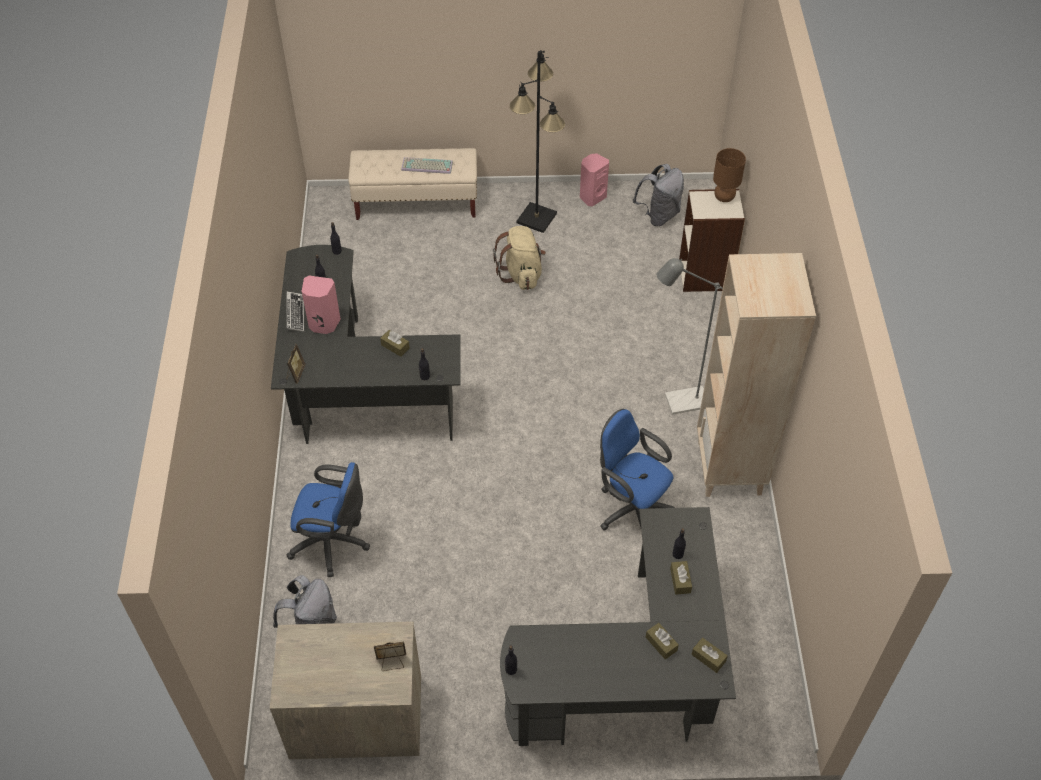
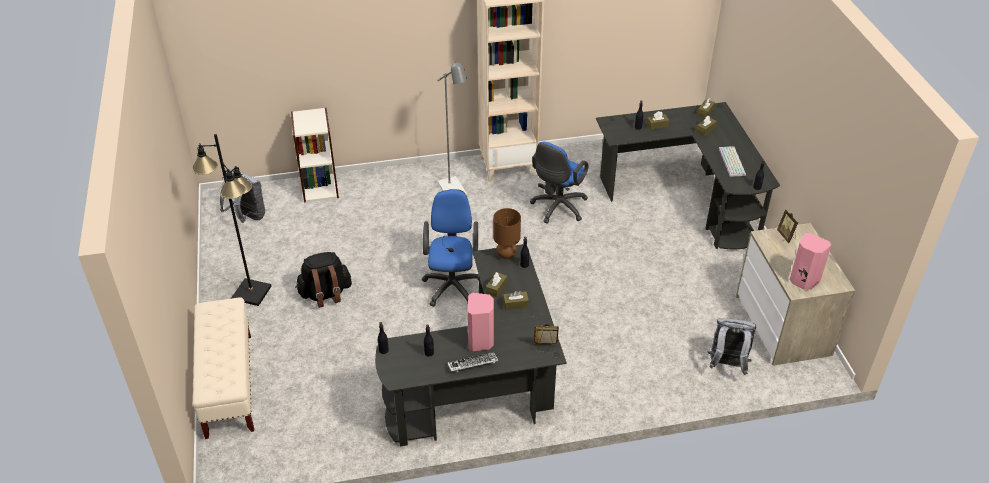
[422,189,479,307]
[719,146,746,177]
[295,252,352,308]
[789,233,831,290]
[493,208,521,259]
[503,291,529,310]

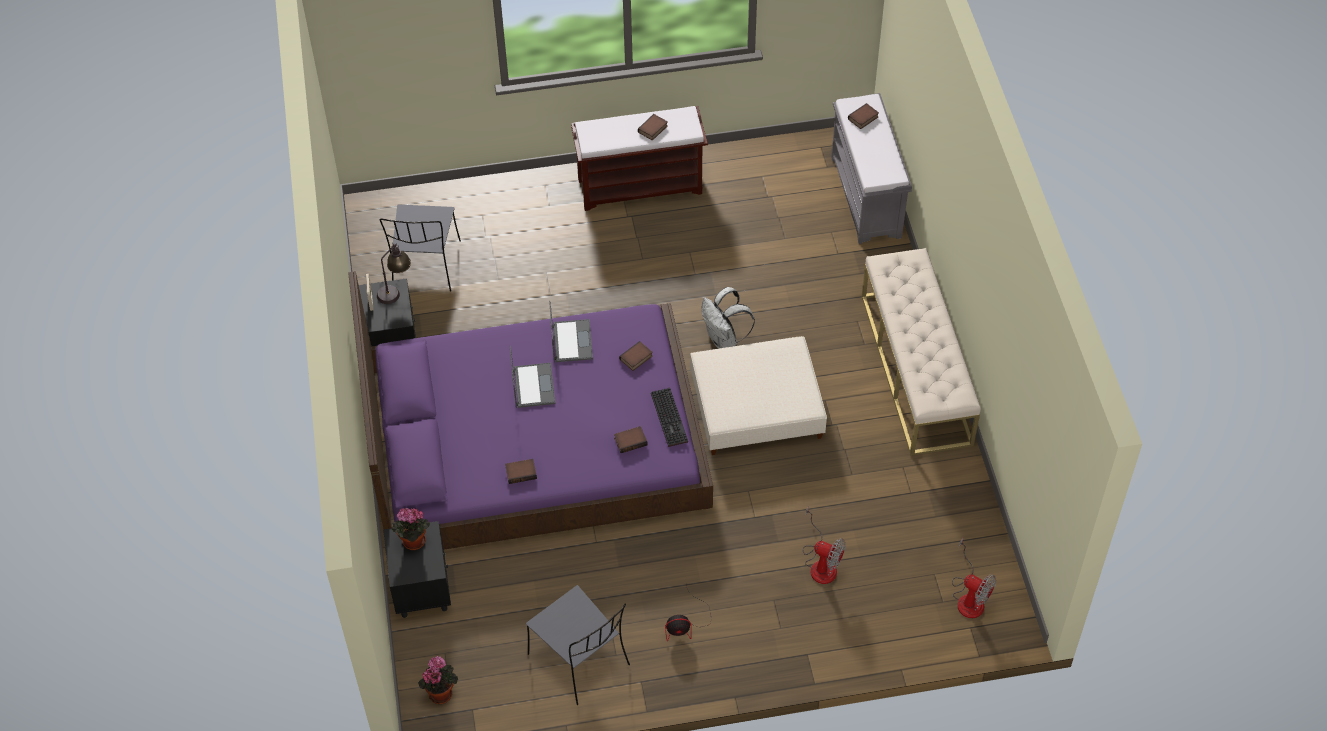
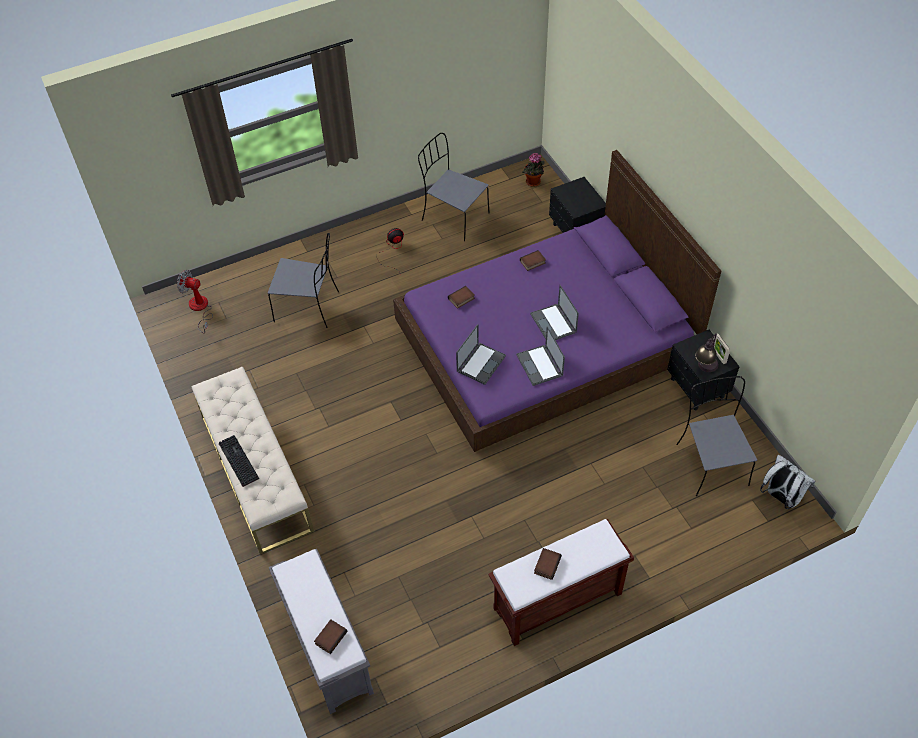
[392,508,430,550] (first image)
[456,324,506,385]
[219,435,259,487]
[690,336,827,455] (first image)
[761,454,815,509]
[268,233,339,328]

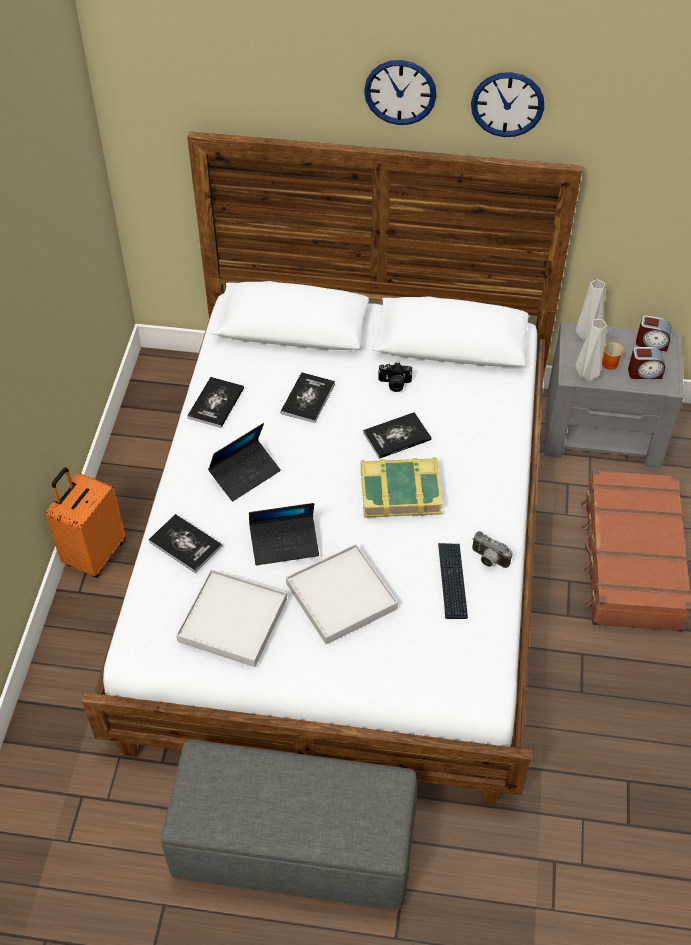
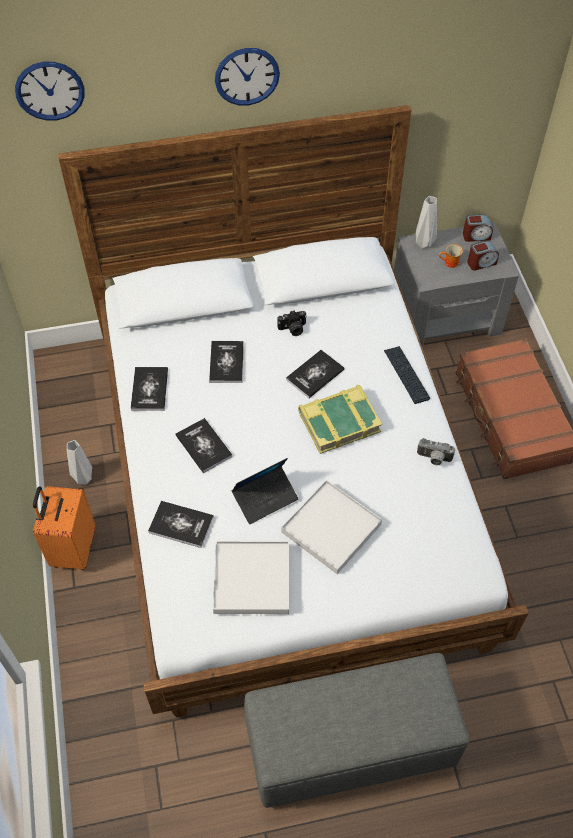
[175,418,232,473]
[384,346,431,404]
[15,62,85,120]
[67,440,92,485]

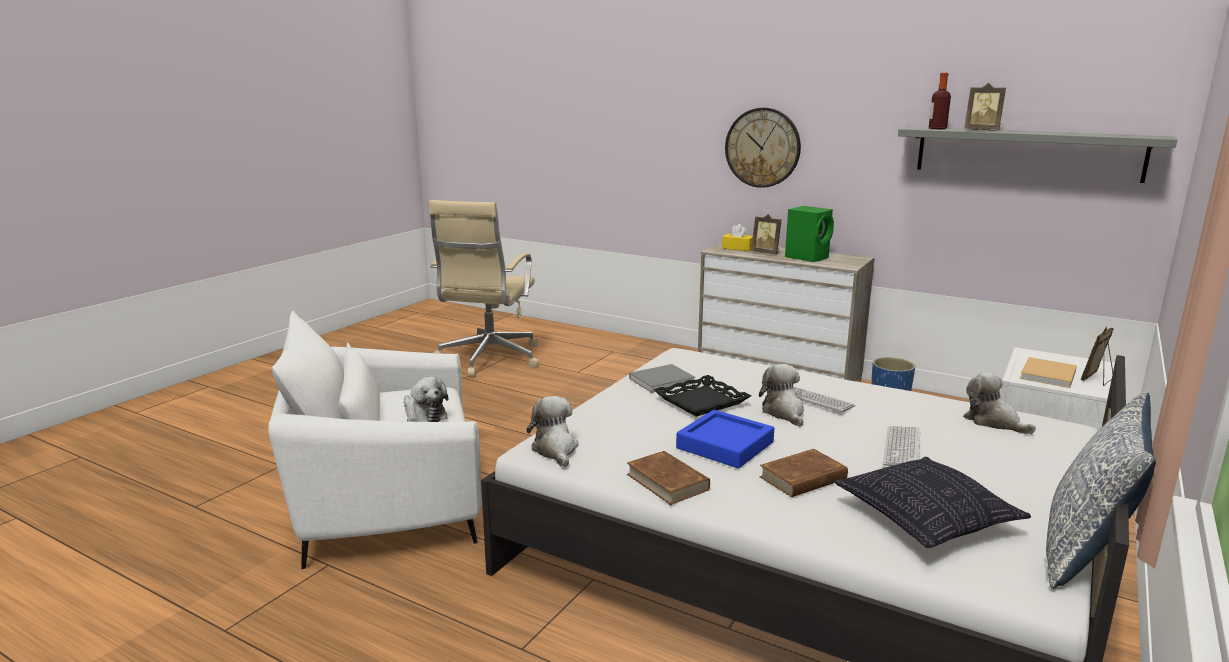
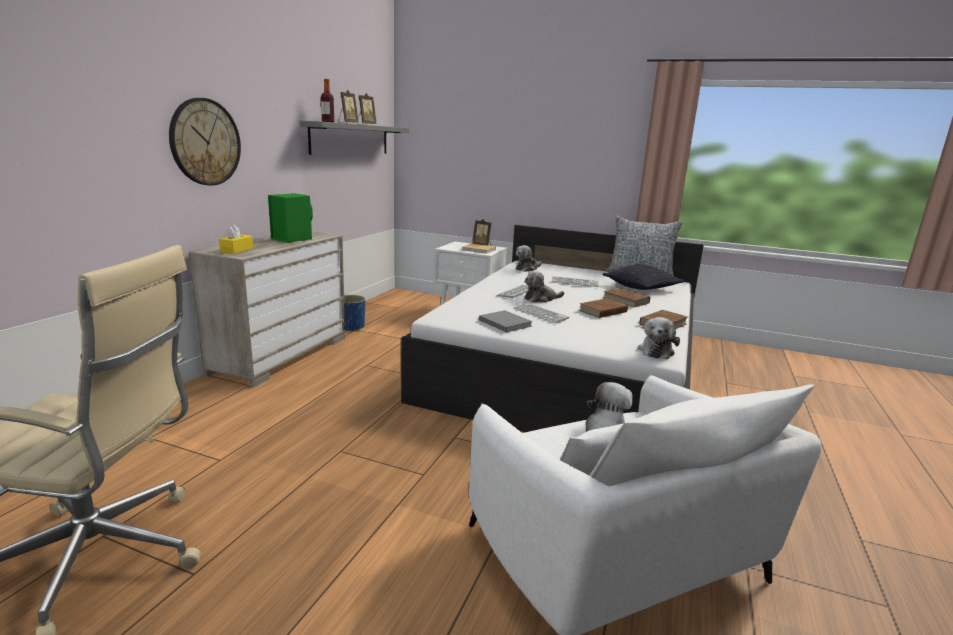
[637,317,680,360]
[513,303,569,323]
[579,298,628,318]
[358,93,377,125]

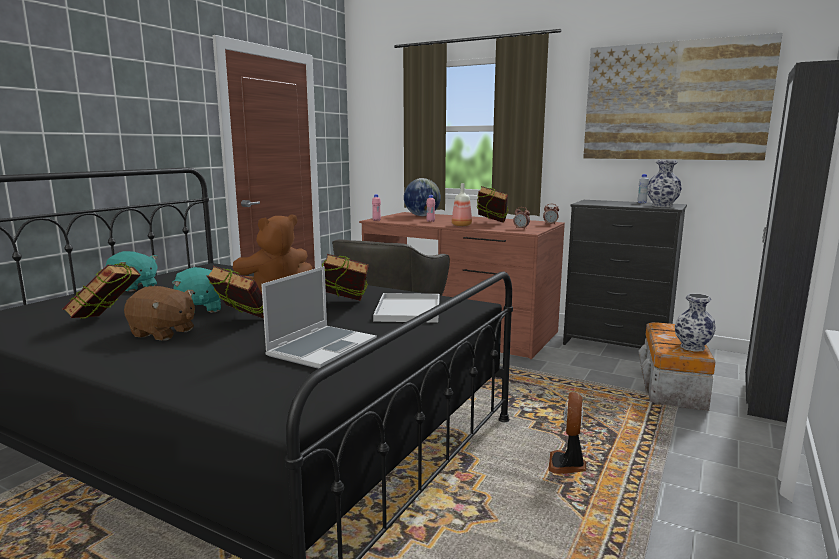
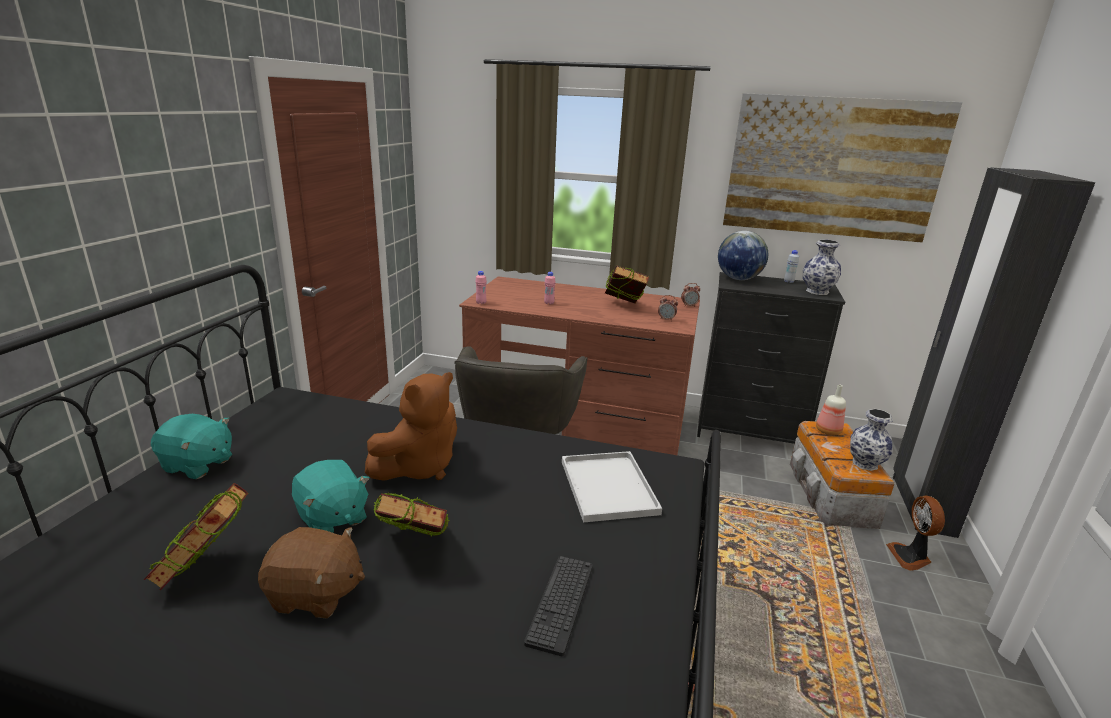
[524,556,593,656]
[322,254,369,301] (first image)
[718,231,768,280]
[816,384,846,435]
[886,495,945,571]

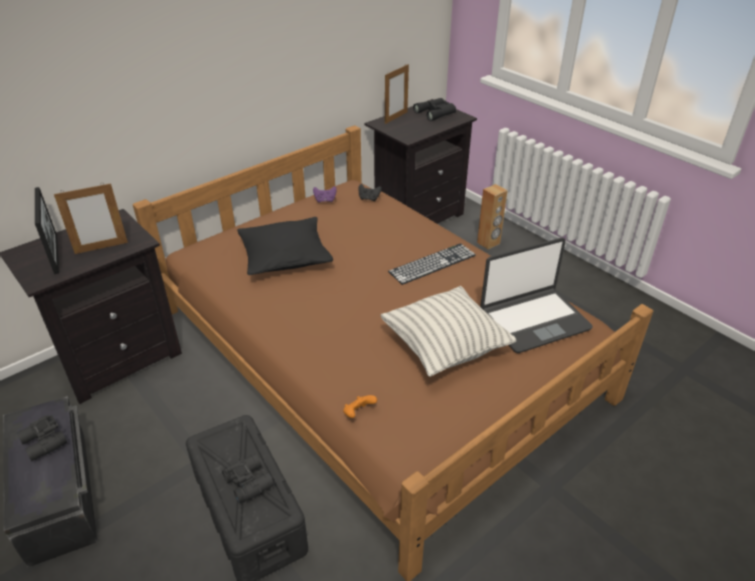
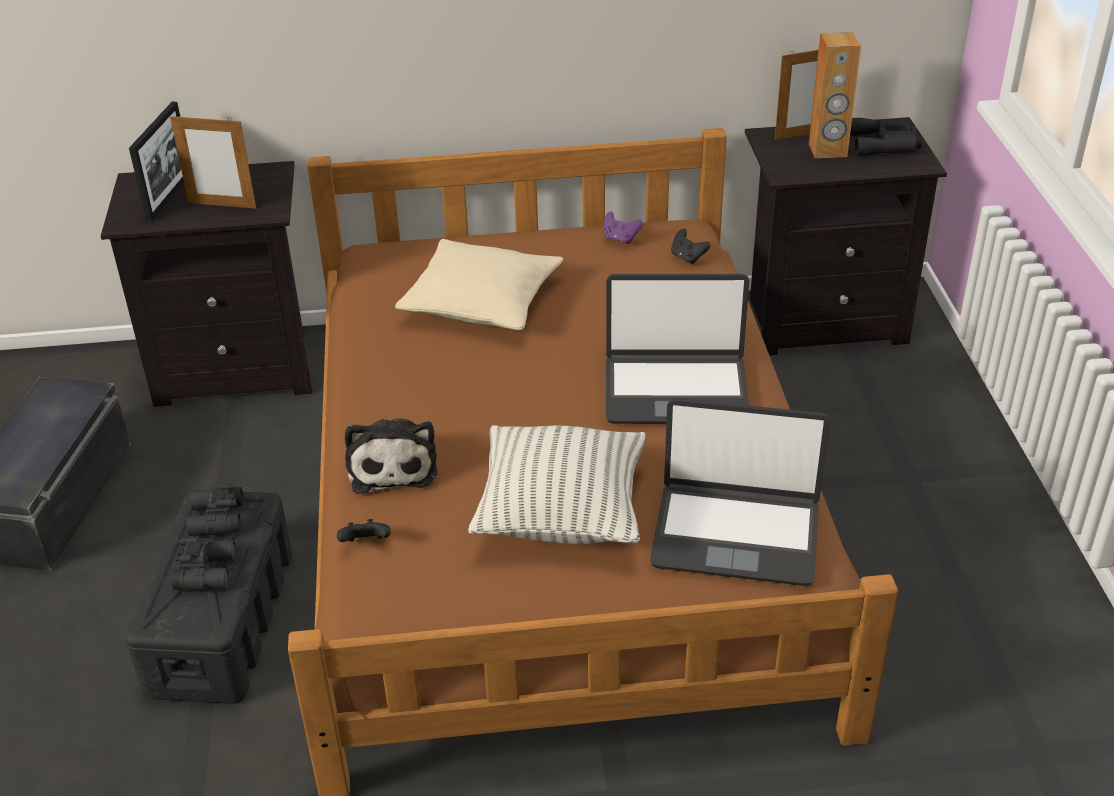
[187,484,244,537]
[395,239,563,330]
[337,519,391,542]
[606,274,749,424]
[809,32,861,158]
[344,418,438,494]

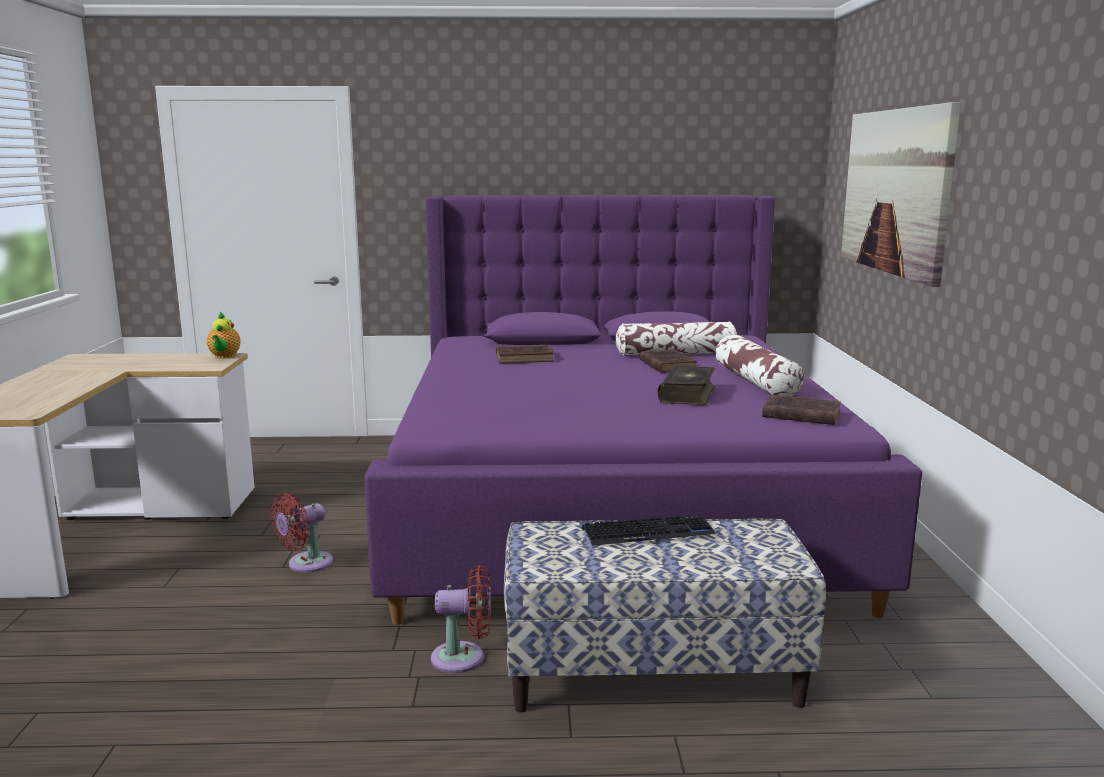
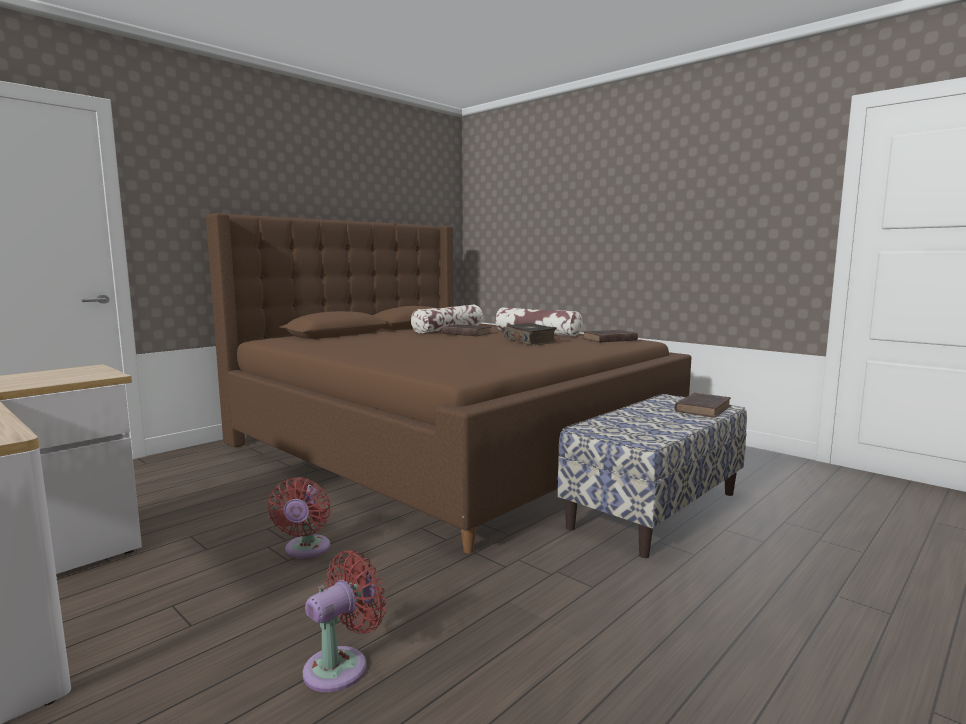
[207,312,240,359] (first image)
[206,213,691,553]
[303,550,386,692]
[675,393,731,418]
[582,515,716,546] (first image)
[841,102,961,287] (first image)

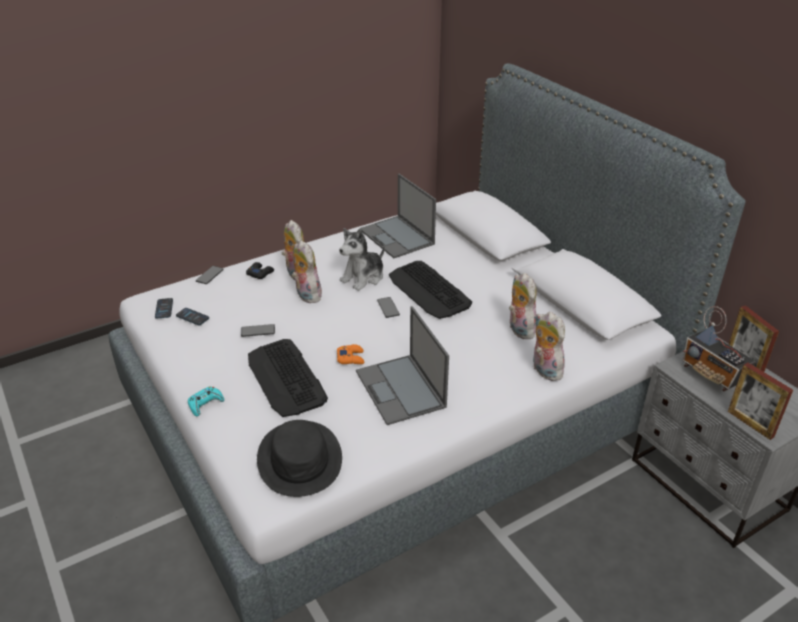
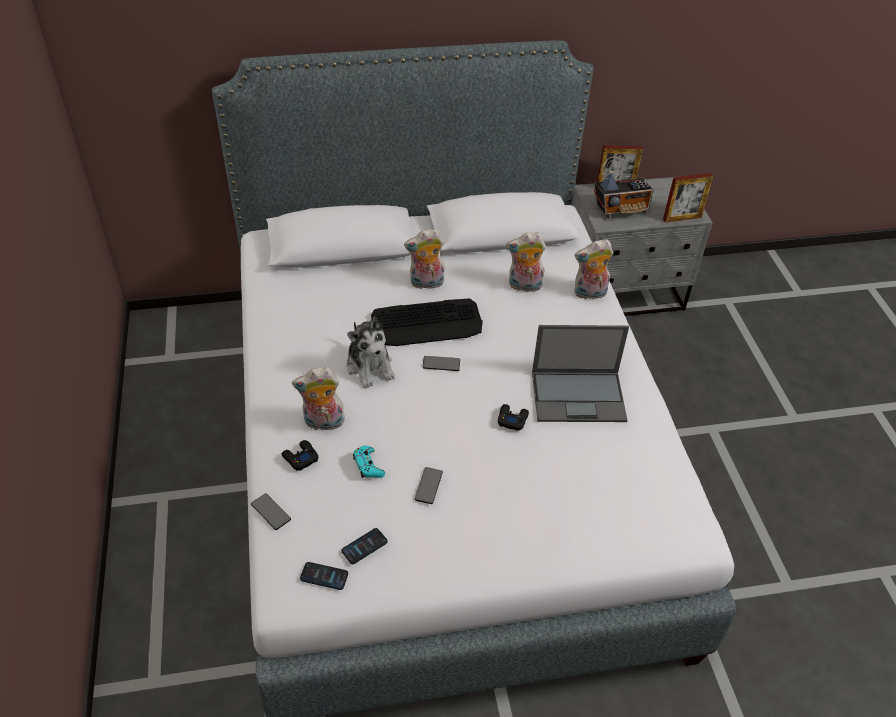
[353,446,385,478]
[248,339,328,417] (first image)
[257,420,342,497] (first image)
[404,229,444,289]
[498,404,529,431]
[359,174,436,258] (first image)

